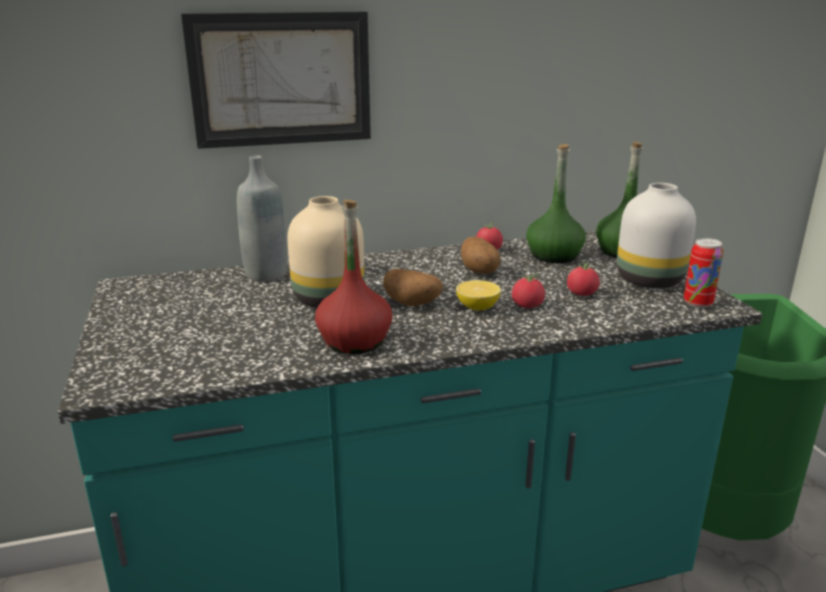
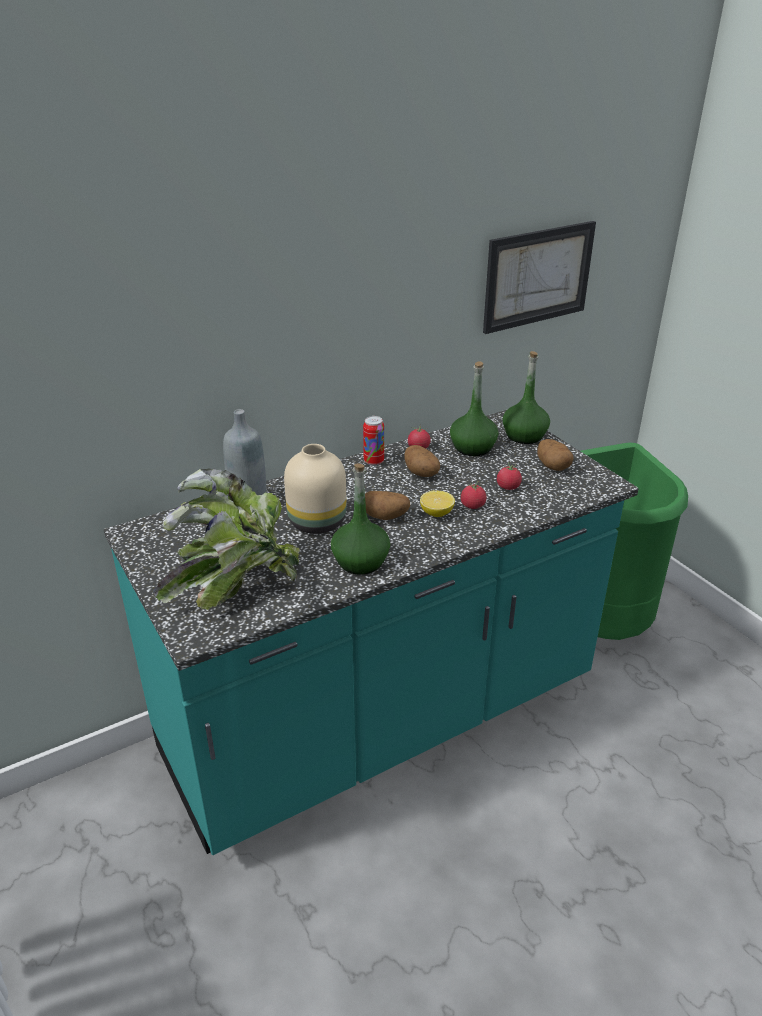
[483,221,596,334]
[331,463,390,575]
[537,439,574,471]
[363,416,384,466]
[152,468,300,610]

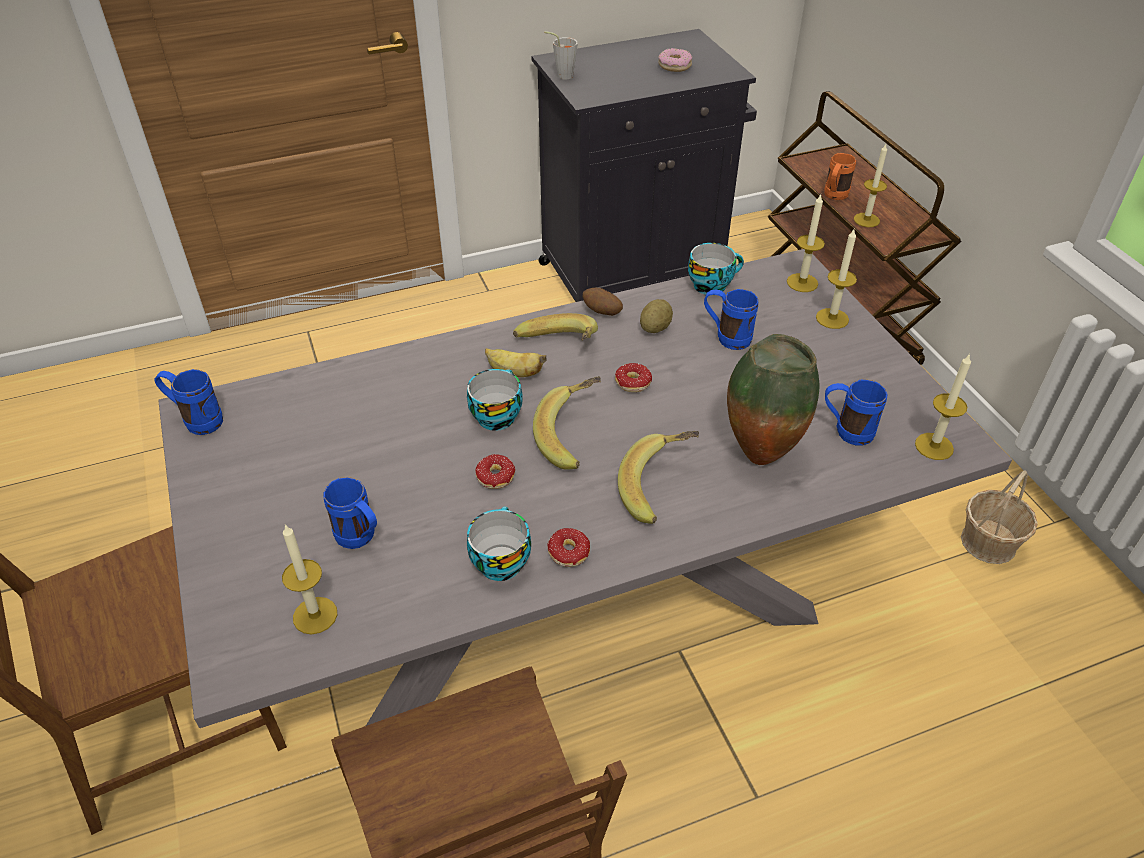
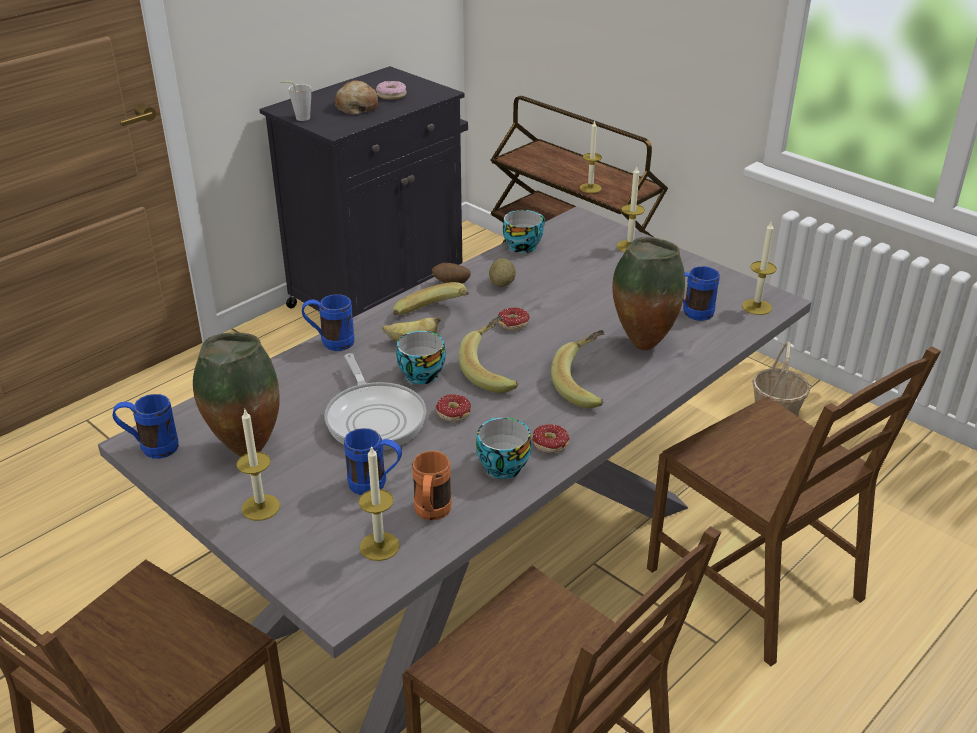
[302,294,354,351]
[236,410,280,521]
[412,451,452,520]
[193,332,279,456]
[324,353,426,450]
[335,80,378,115]
[647,346,941,666]

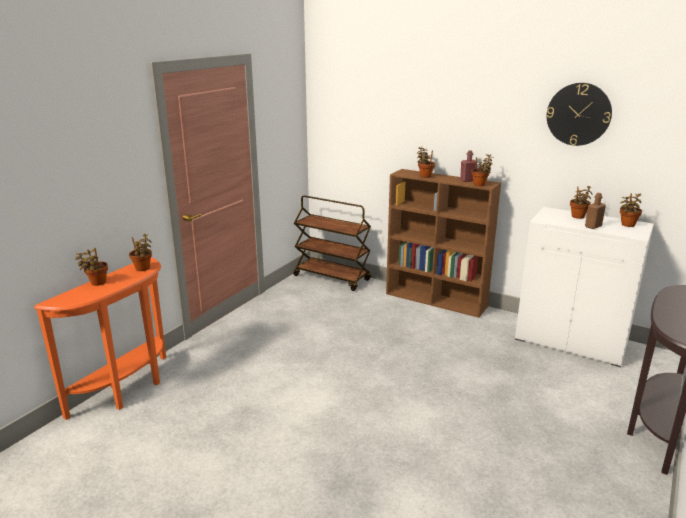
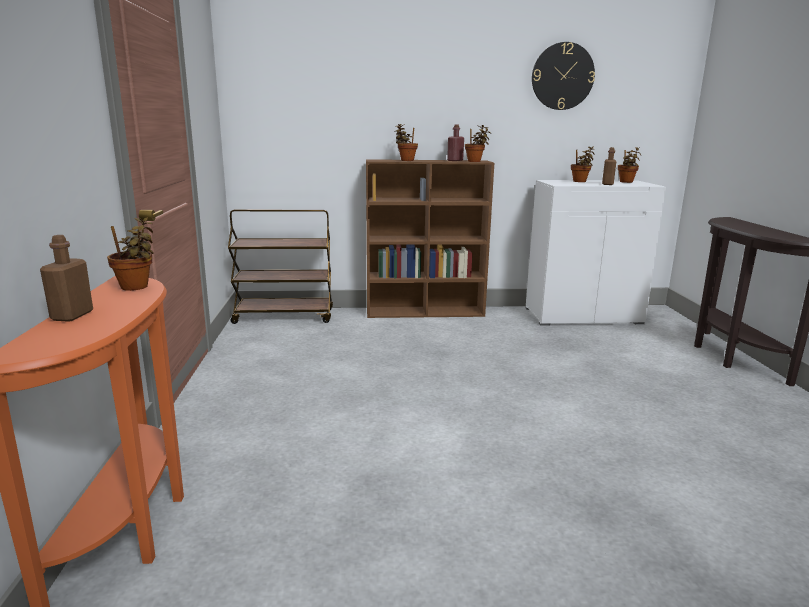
[40,235,93,322]

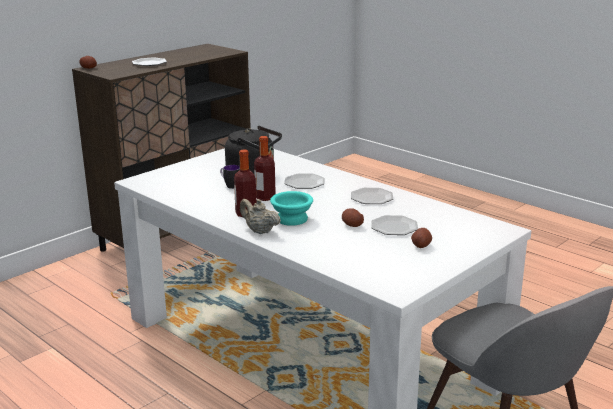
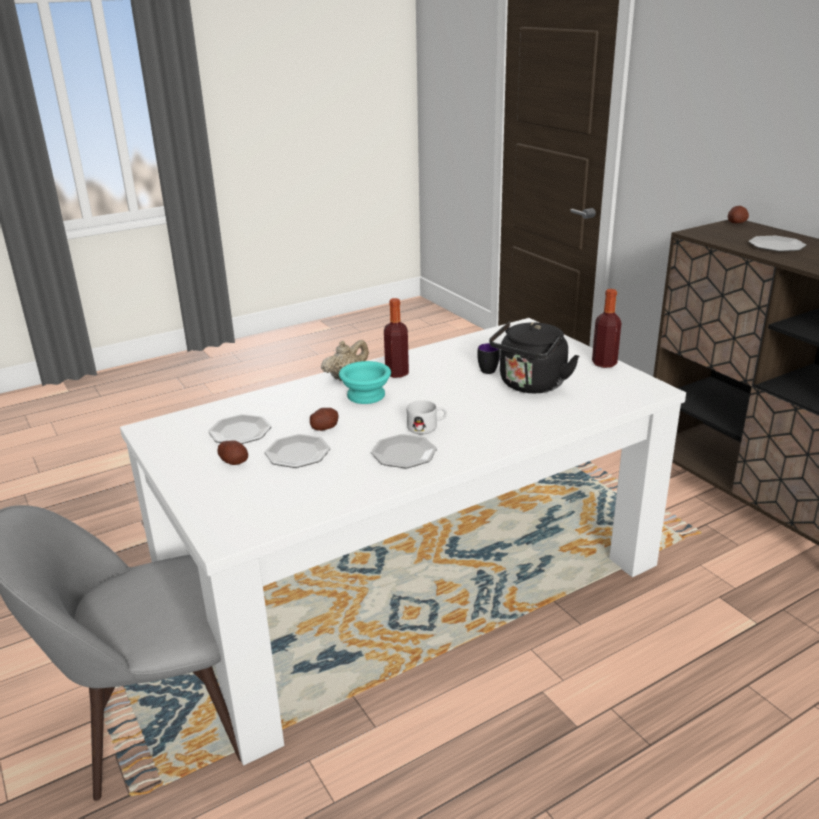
[592,289,621,368]
[208,414,271,444]
[407,400,447,434]

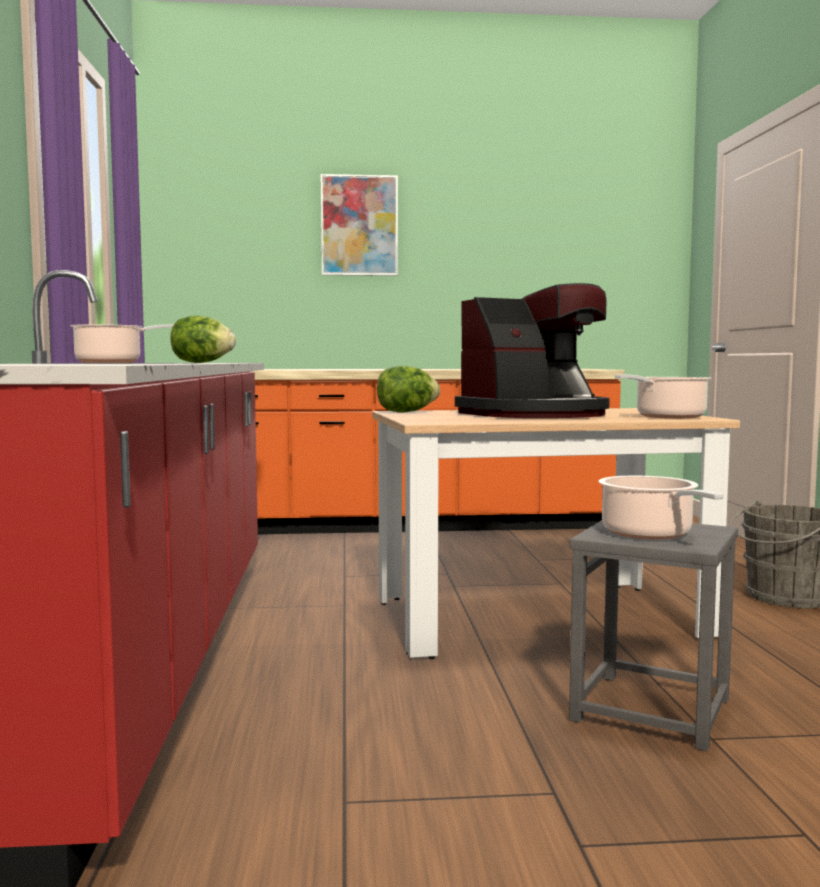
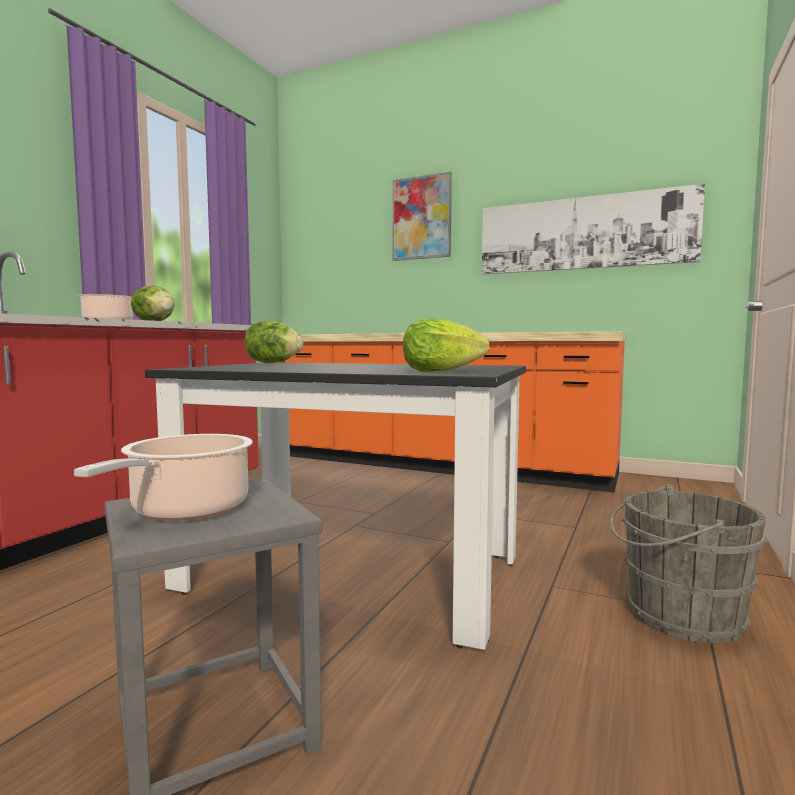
[145,362,526,650]
[455,283,610,418] (first image)
[403,318,489,372]
[482,184,705,275]

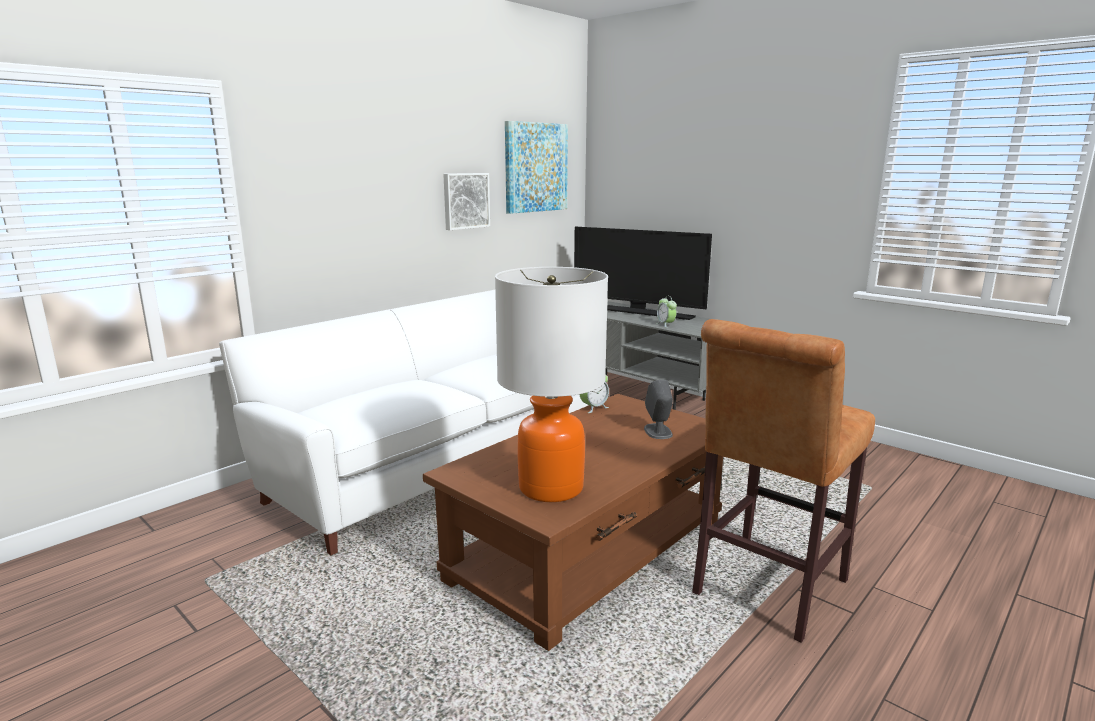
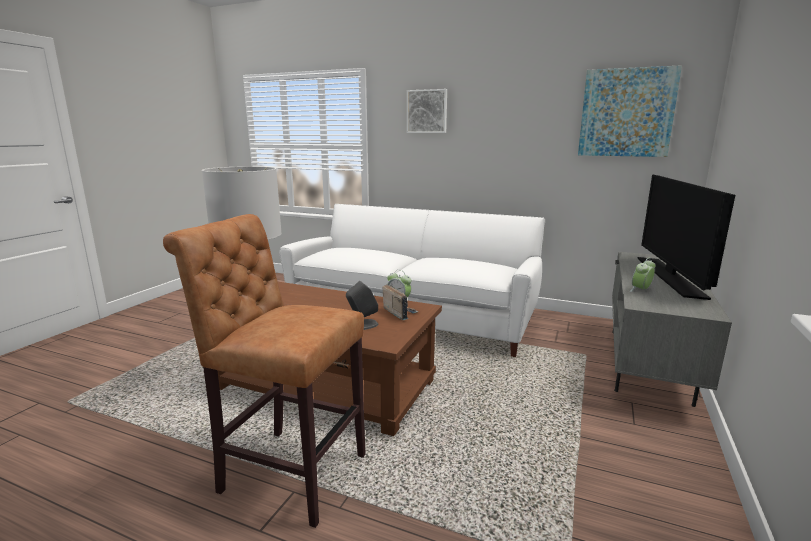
[407,89,447,133]
[383,284,419,320]

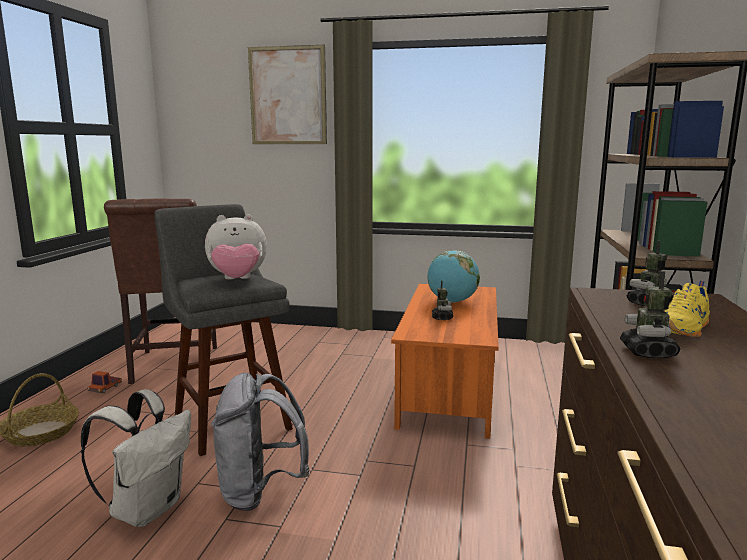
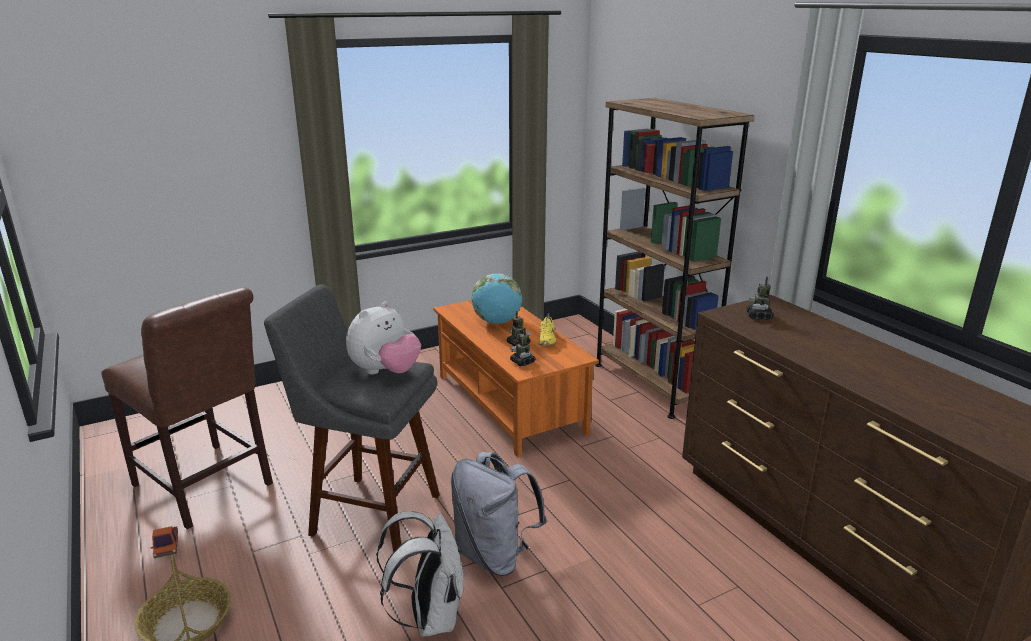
[248,45,327,144] (first image)
[510,328,536,366]
[538,313,556,346]

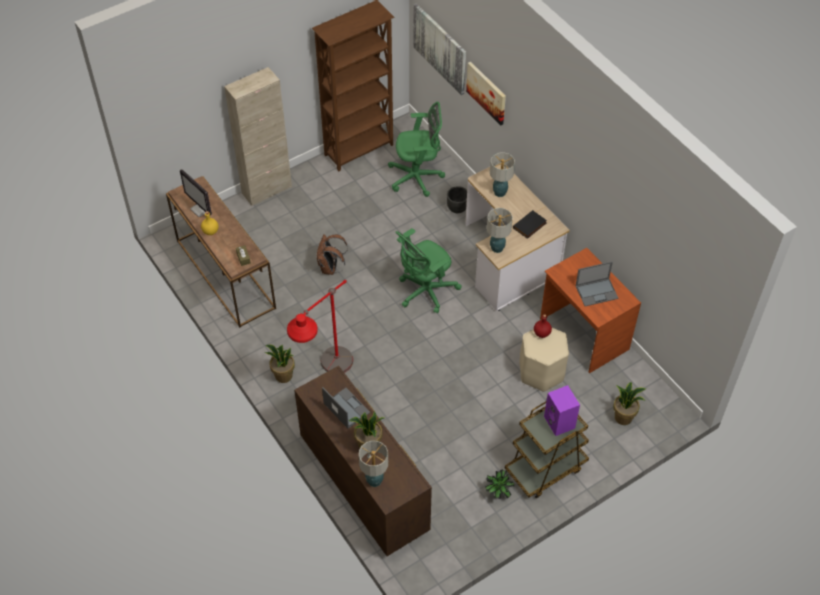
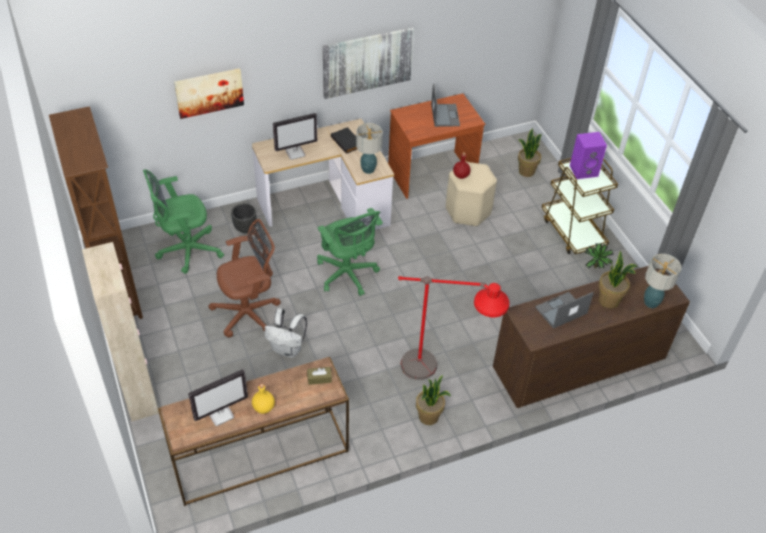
[265,308,307,358]
[143,169,224,274]
[323,28,414,99]
[273,113,317,160]
[208,219,281,337]

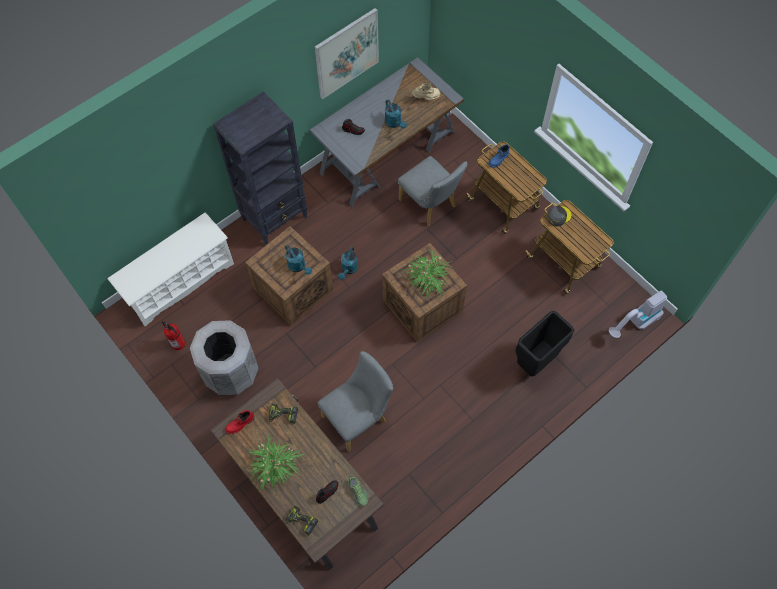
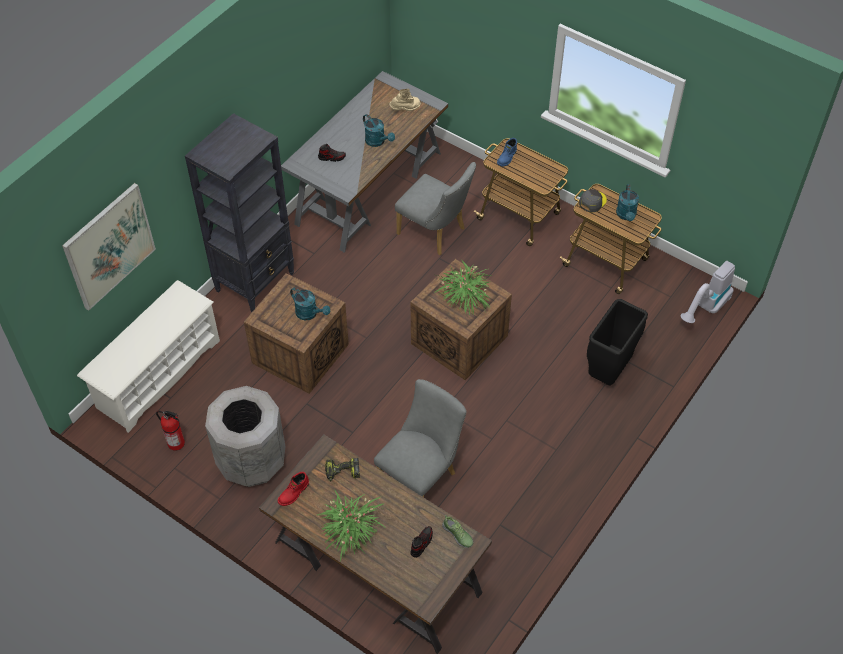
[286,505,318,535] (first image)
[62,183,156,311]
[616,184,639,221]

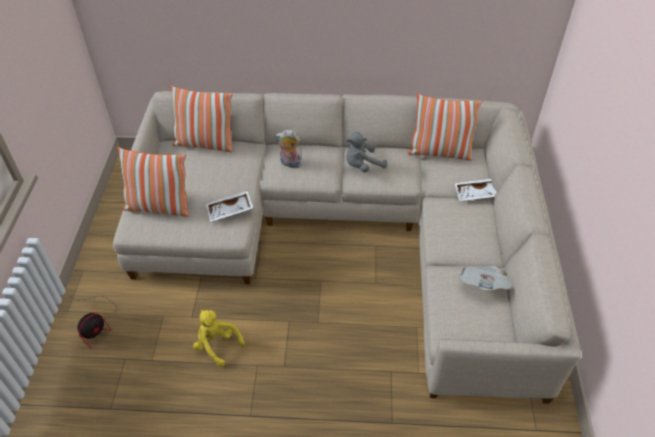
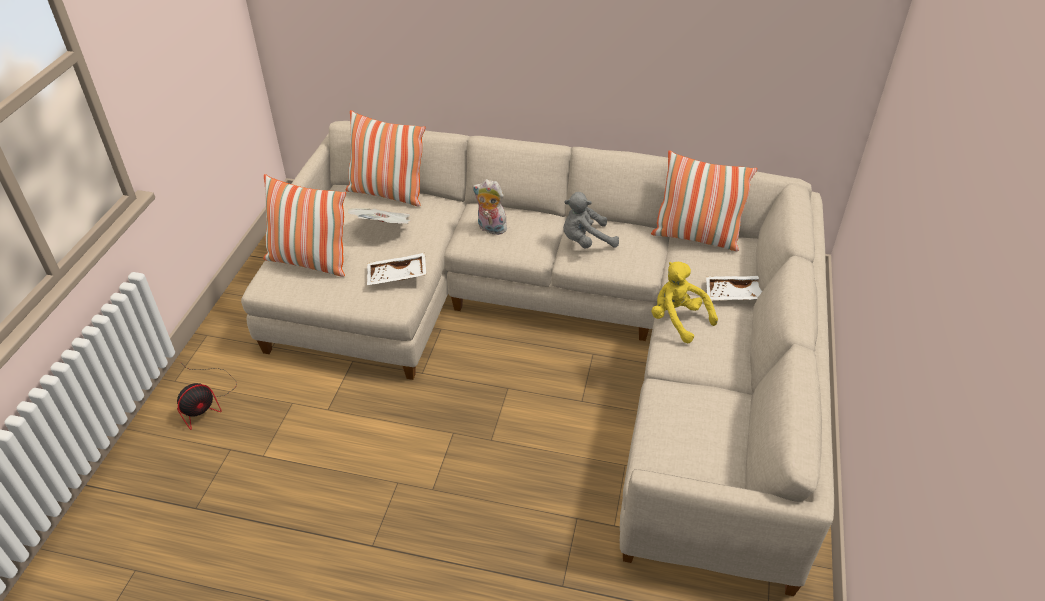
[652,261,718,343]
[348,208,411,224]

